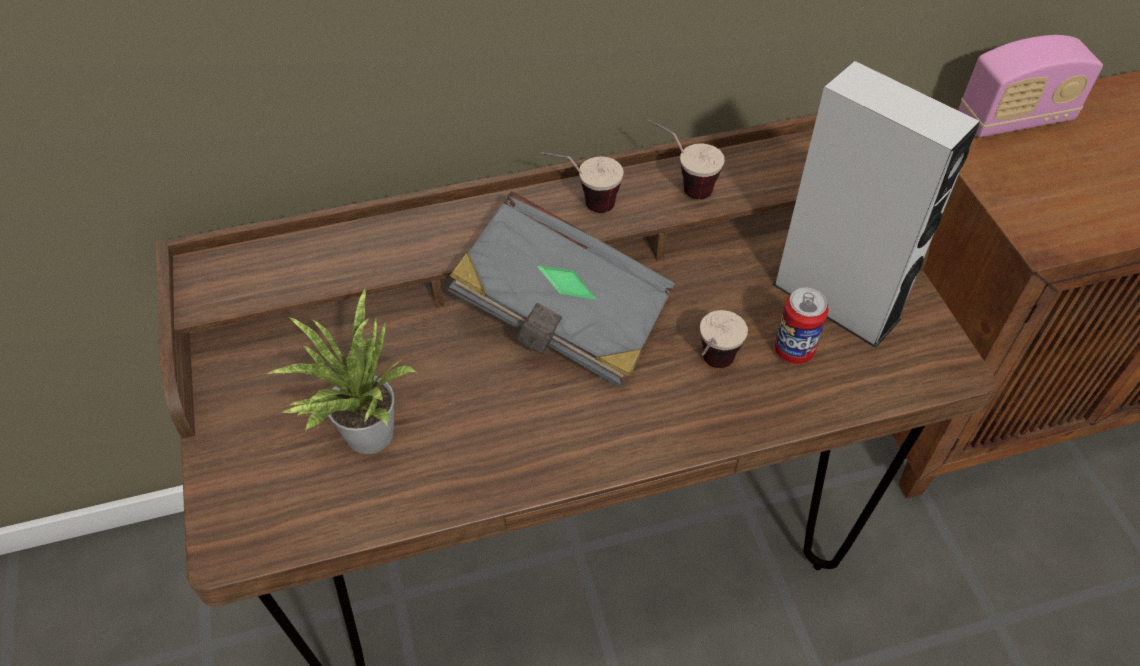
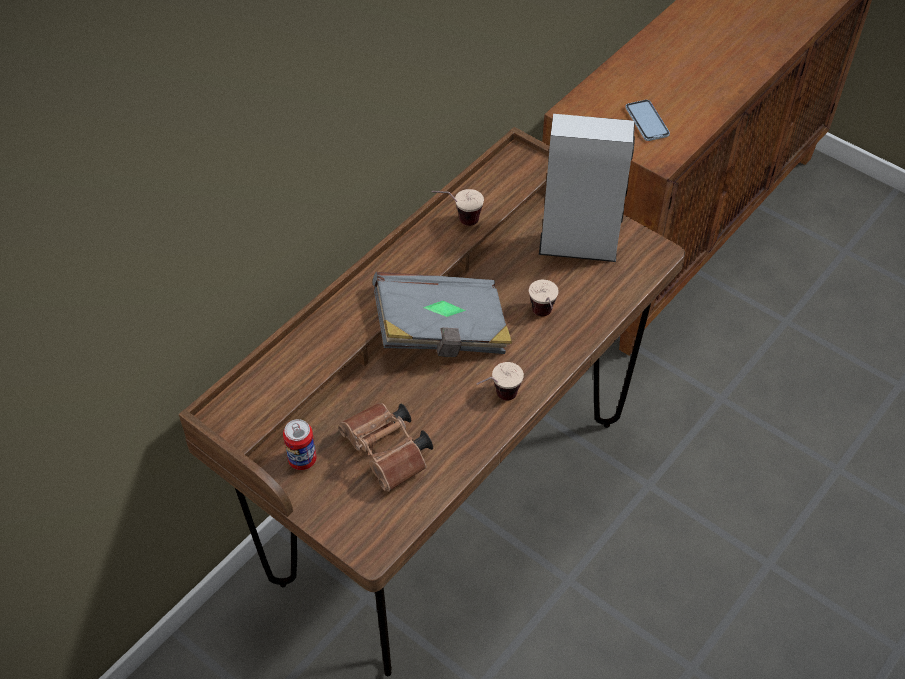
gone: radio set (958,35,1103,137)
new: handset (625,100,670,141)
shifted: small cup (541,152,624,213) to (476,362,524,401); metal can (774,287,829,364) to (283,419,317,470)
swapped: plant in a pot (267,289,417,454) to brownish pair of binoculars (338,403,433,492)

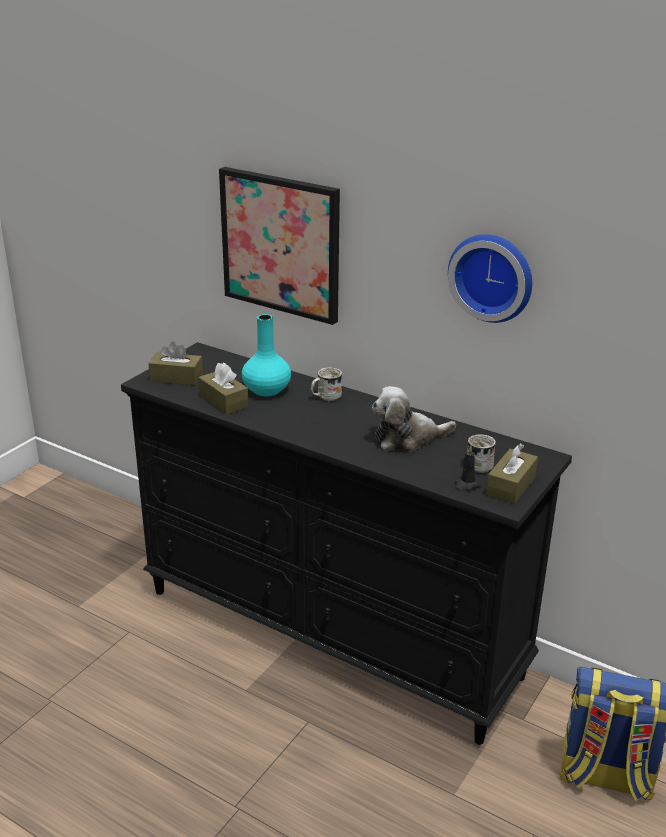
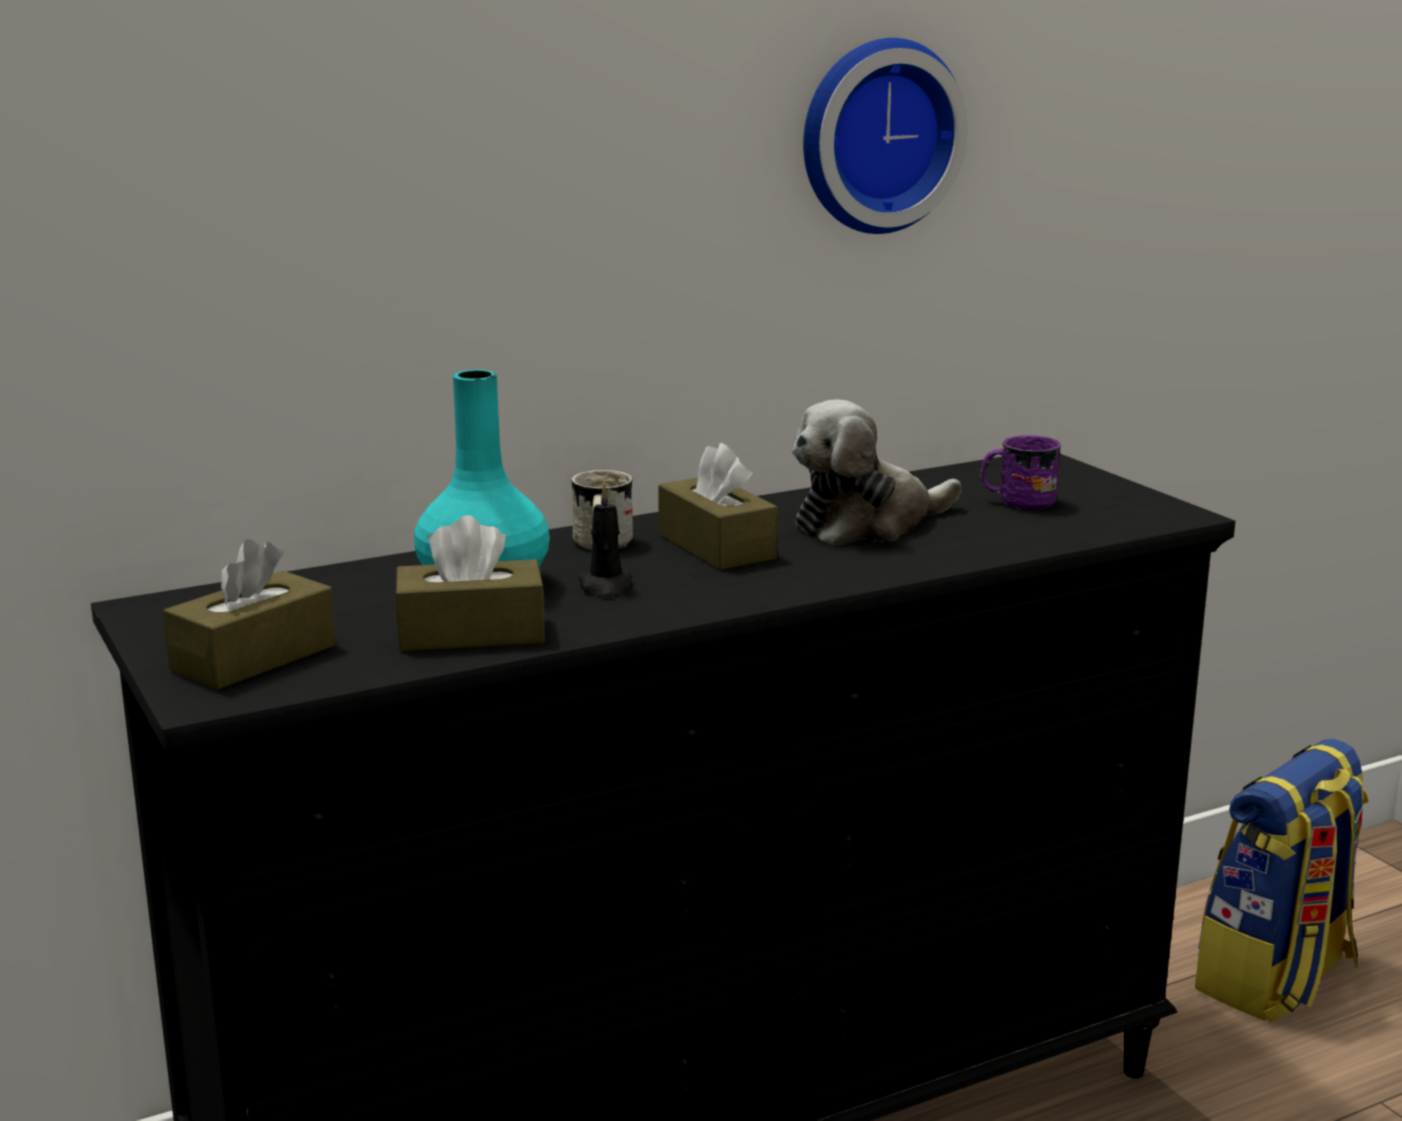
gone: wall art (219,167,340,325)
shifted: brownish tissue holder (486,443,538,504) to (658,443,778,570); black wax light (455,446,481,491) to (578,484,632,599)
repainted: white coffee mug (467,434,496,473) to purplish coffee mug (980,435,1061,510)
rotated: plush toy (372,386,456,452) = (792,399,961,545) 45 degrees clockwise

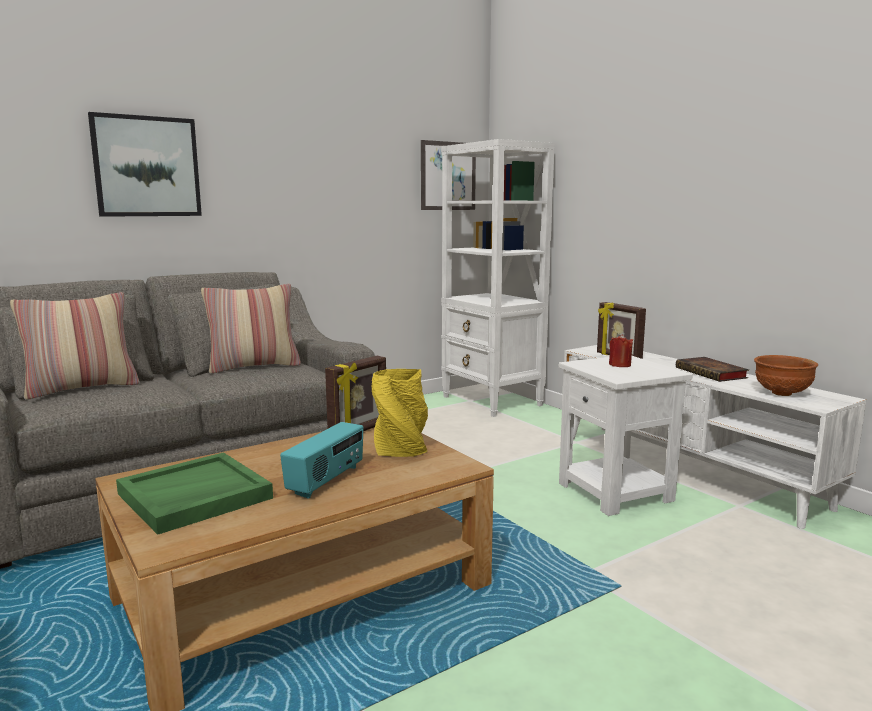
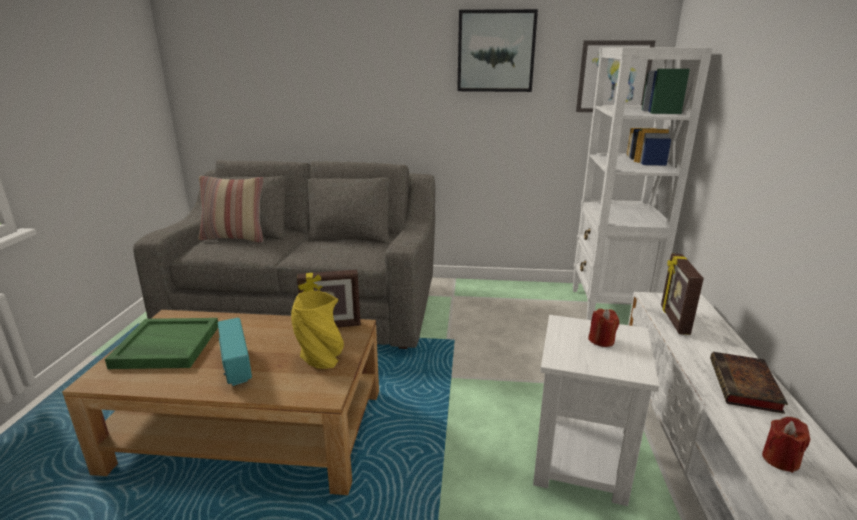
gone: throw pillow (201,284,301,374)
shifted: wall art (88,112,202,217) to (457,9,538,92)
swapped: brownish deep dish (754,355,818,396) to reddish wax light (762,417,810,473)
rotated: radio set (280,422,364,499) = (218,318,252,386) 90 degrees clockwise

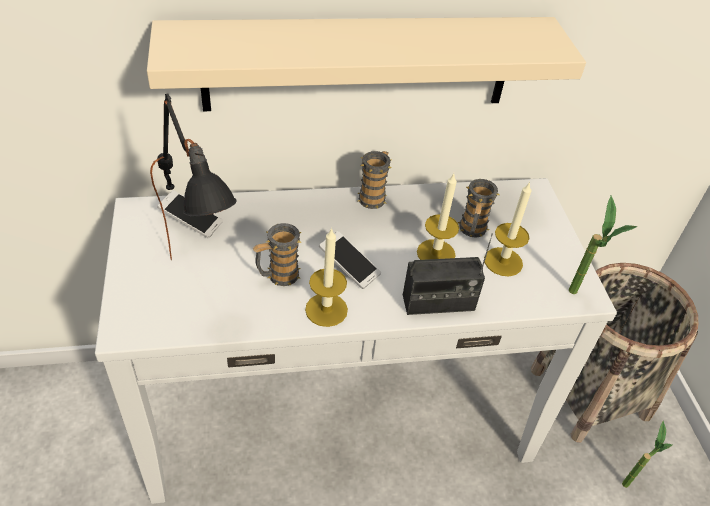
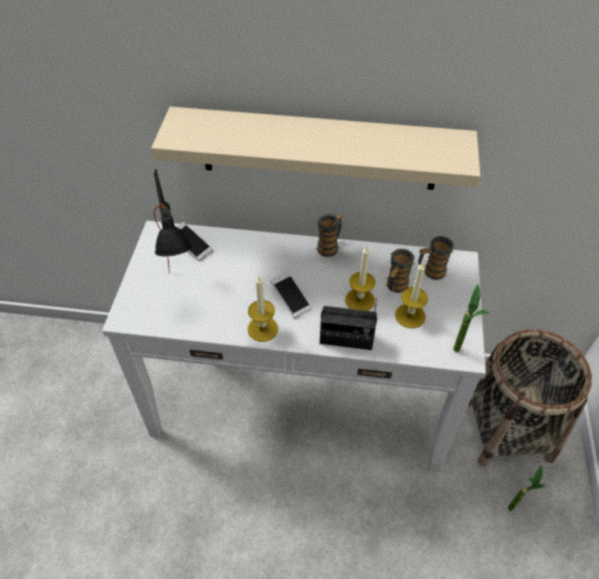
shifted: coffee mug (253,223,302,286) to (418,236,455,280)

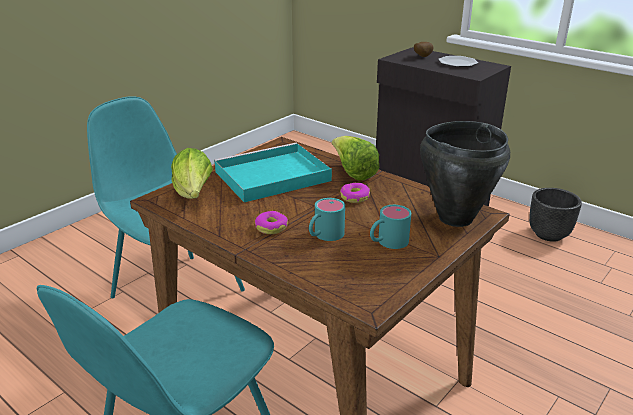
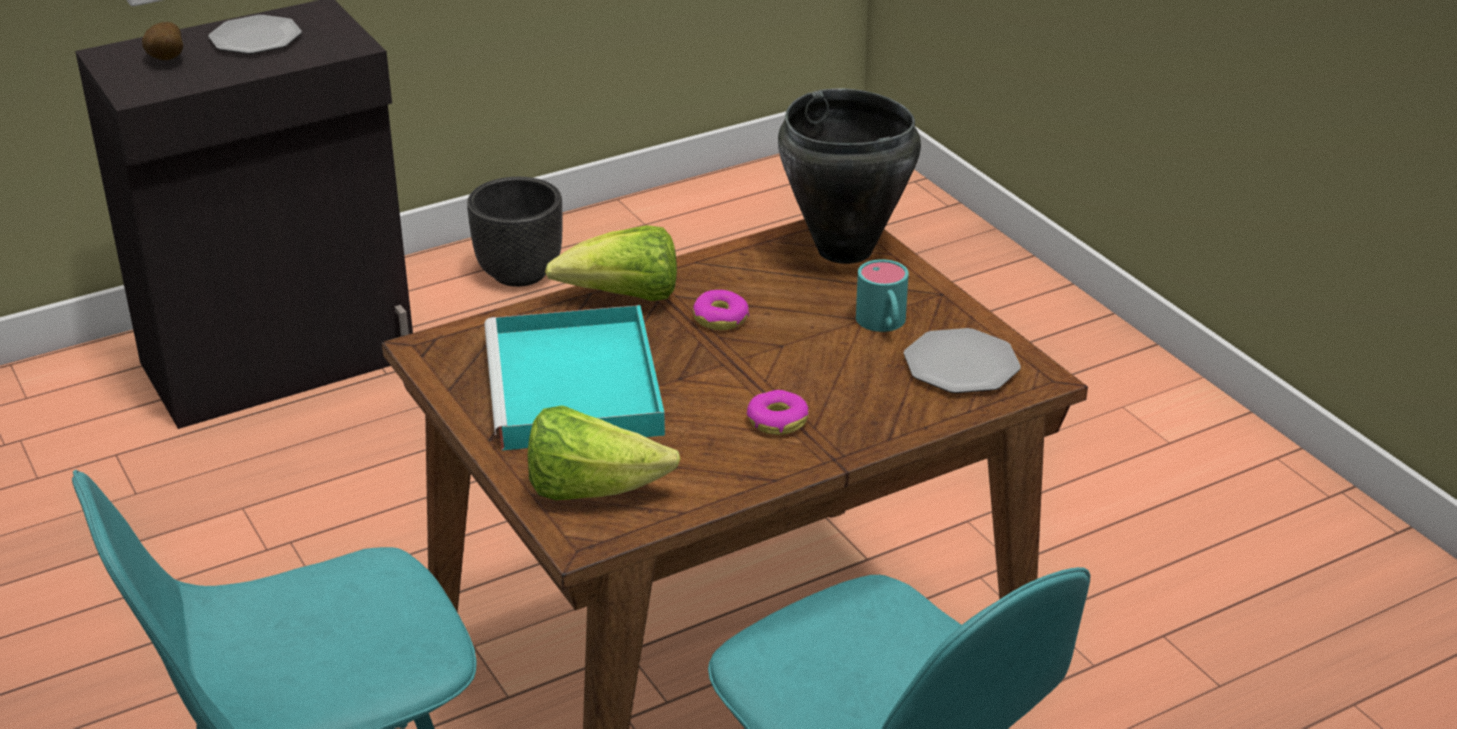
gone: blue-green coffee mug (309,198,345,241)
new: plate (904,328,1021,393)

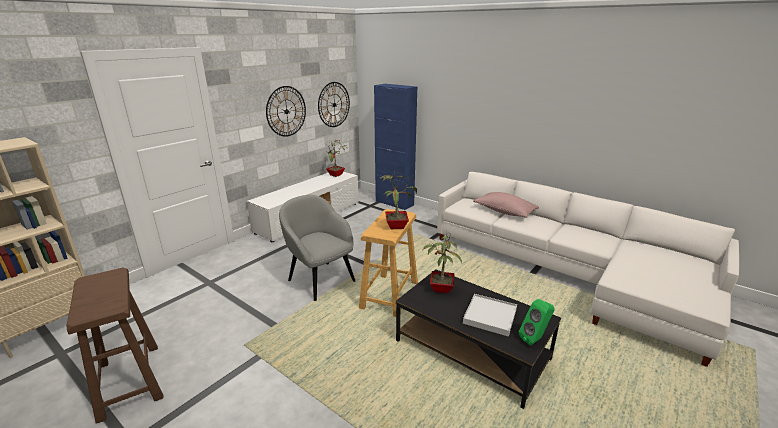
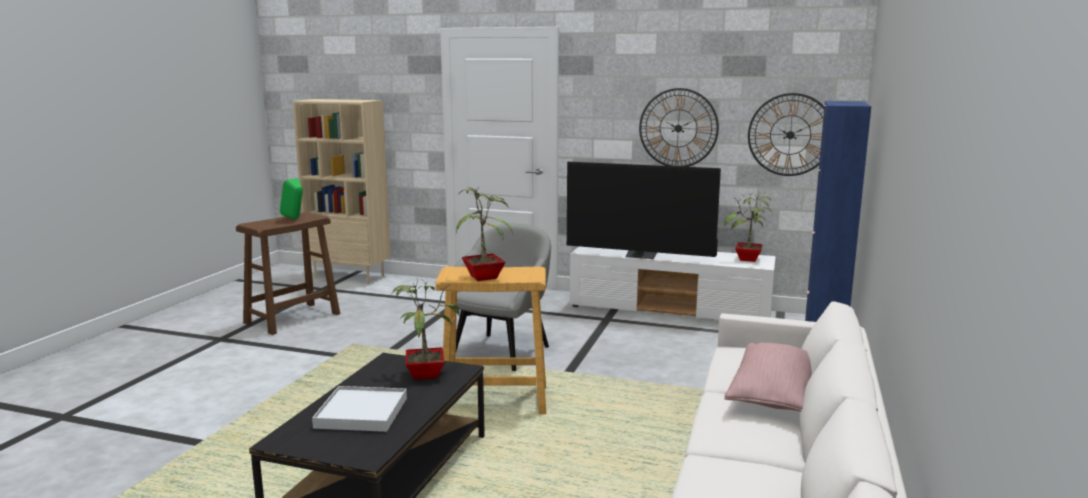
new: TV (567,162,721,259)
shifted: green loudspeaker (519,299,555,346) to (280,178,303,219)

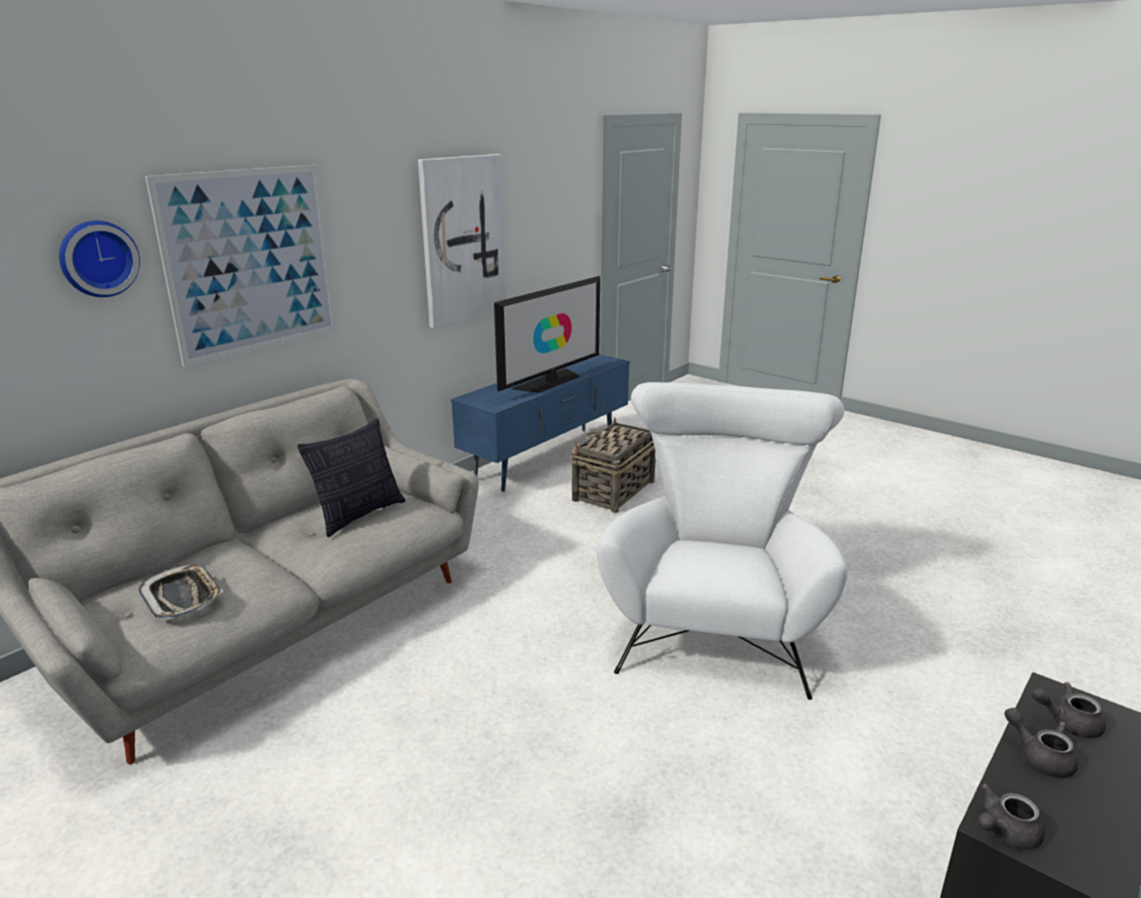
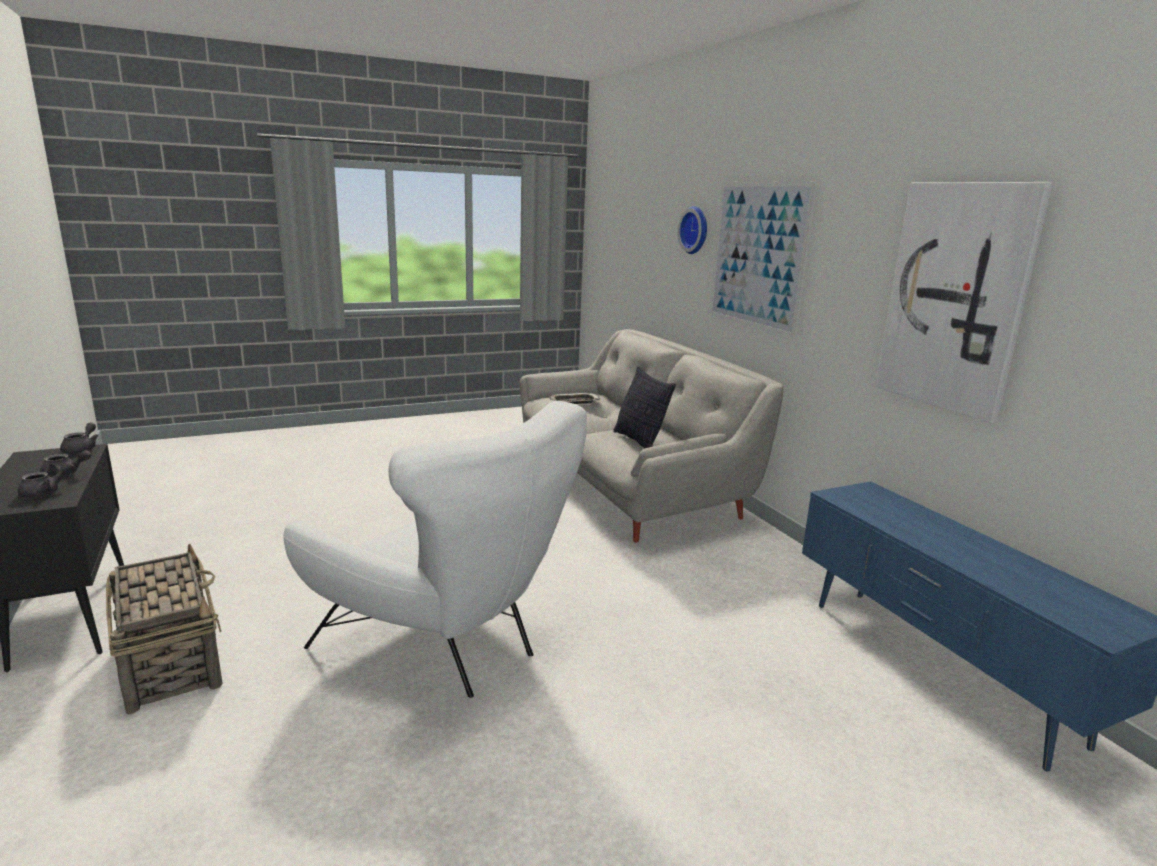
gone: TV (494,276,600,393)
shifted: storage basket (570,417,656,513) to (106,544,223,714)

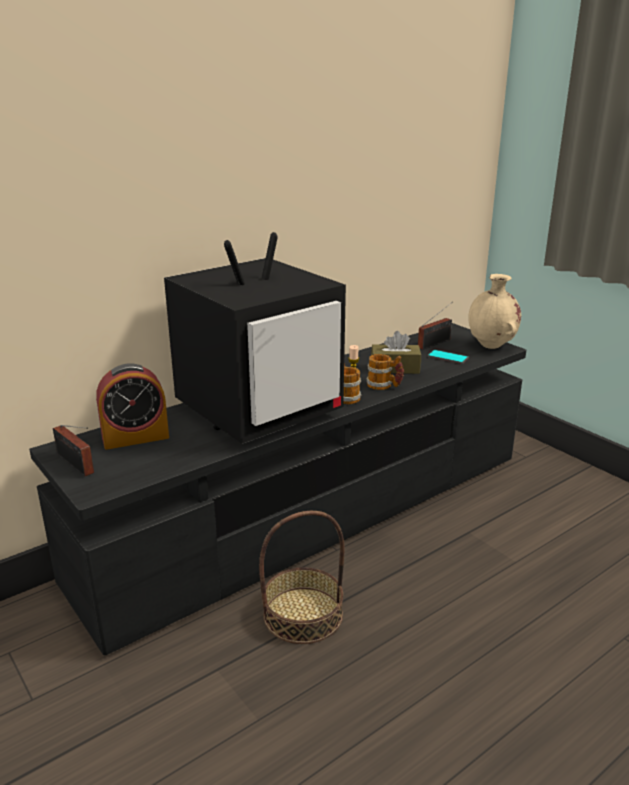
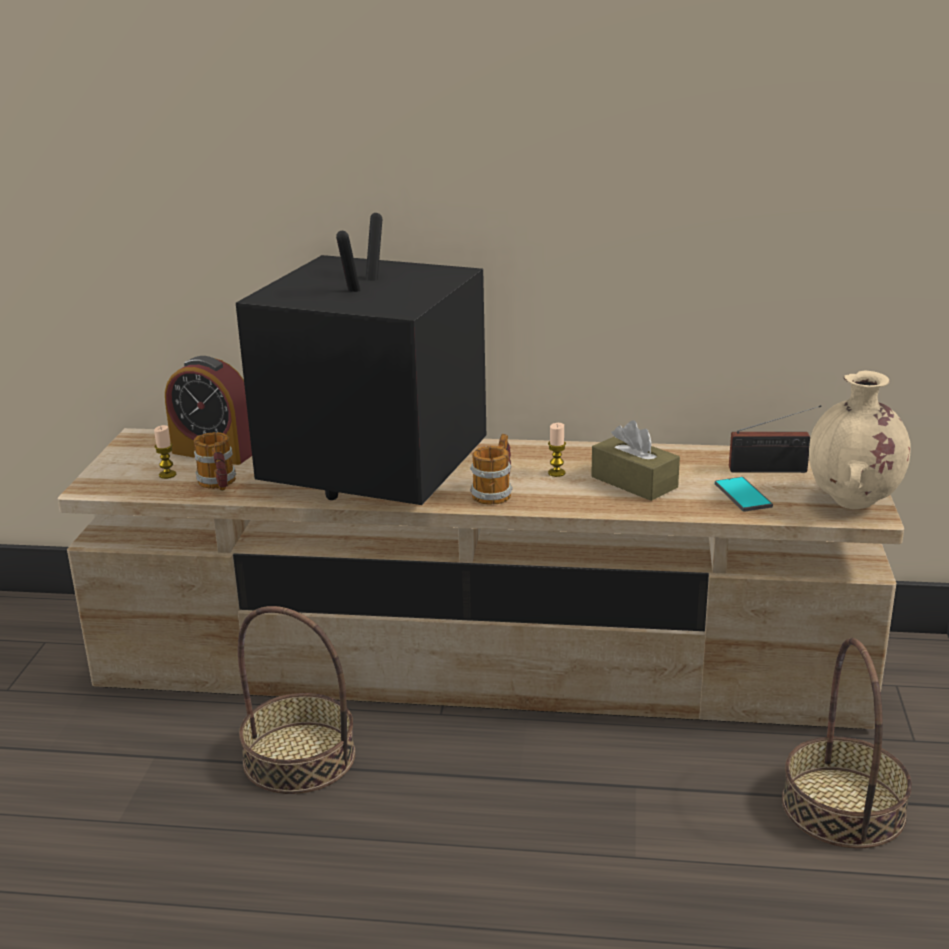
gone: radio set (53,425,94,477)
new: wax light (154,425,176,479); storage basket (782,638,912,848)
shifted: coffee mug (366,354,404,390) to (194,432,236,491)
repainted: black tv stand (29,323,526,655) to beige tv stand (58,428,904,729)
rotated: TV (164,232,346,444) = (236,213,486,505) 105 degrees clockwise

